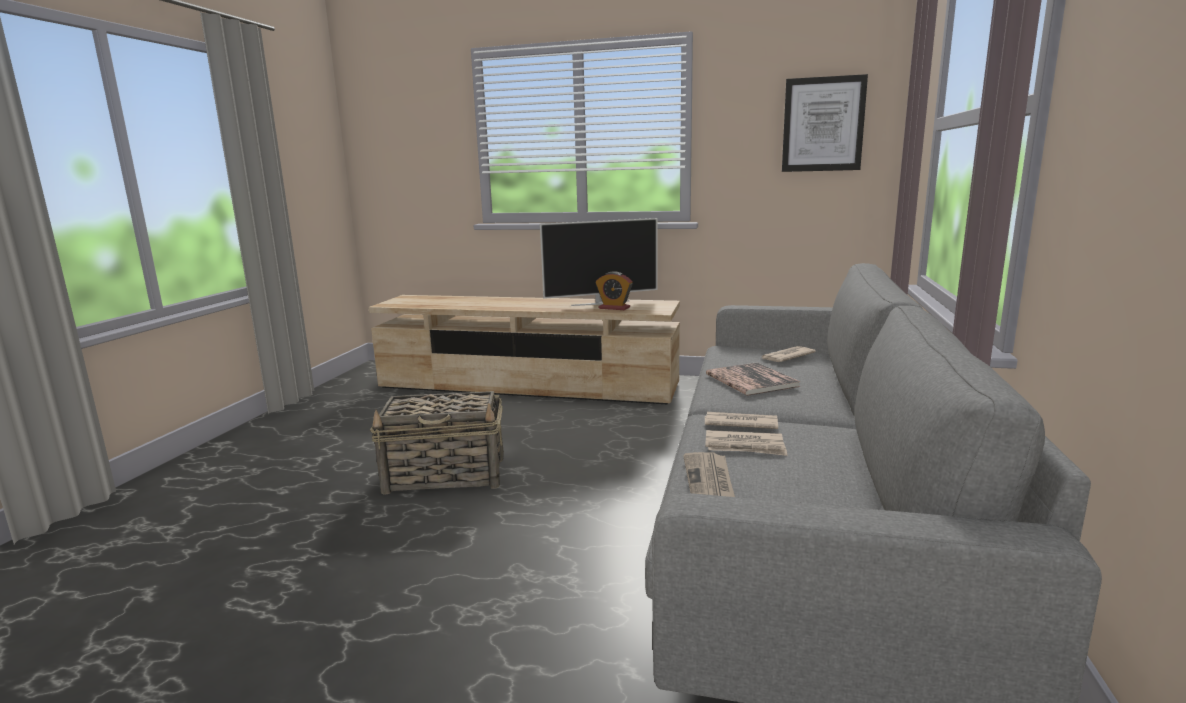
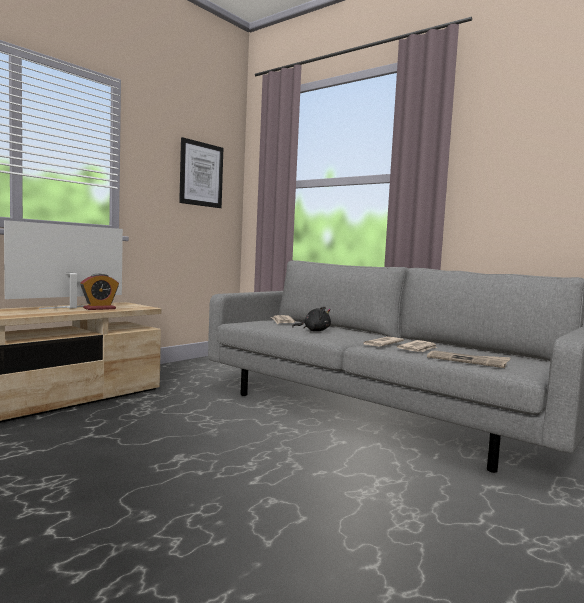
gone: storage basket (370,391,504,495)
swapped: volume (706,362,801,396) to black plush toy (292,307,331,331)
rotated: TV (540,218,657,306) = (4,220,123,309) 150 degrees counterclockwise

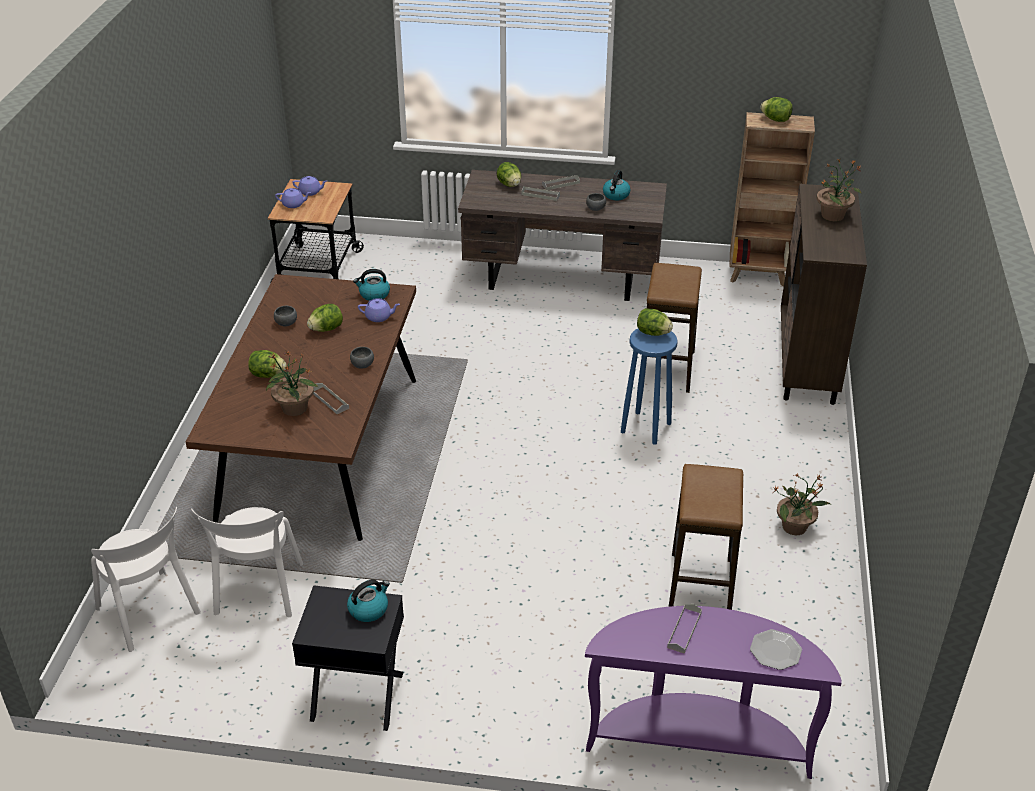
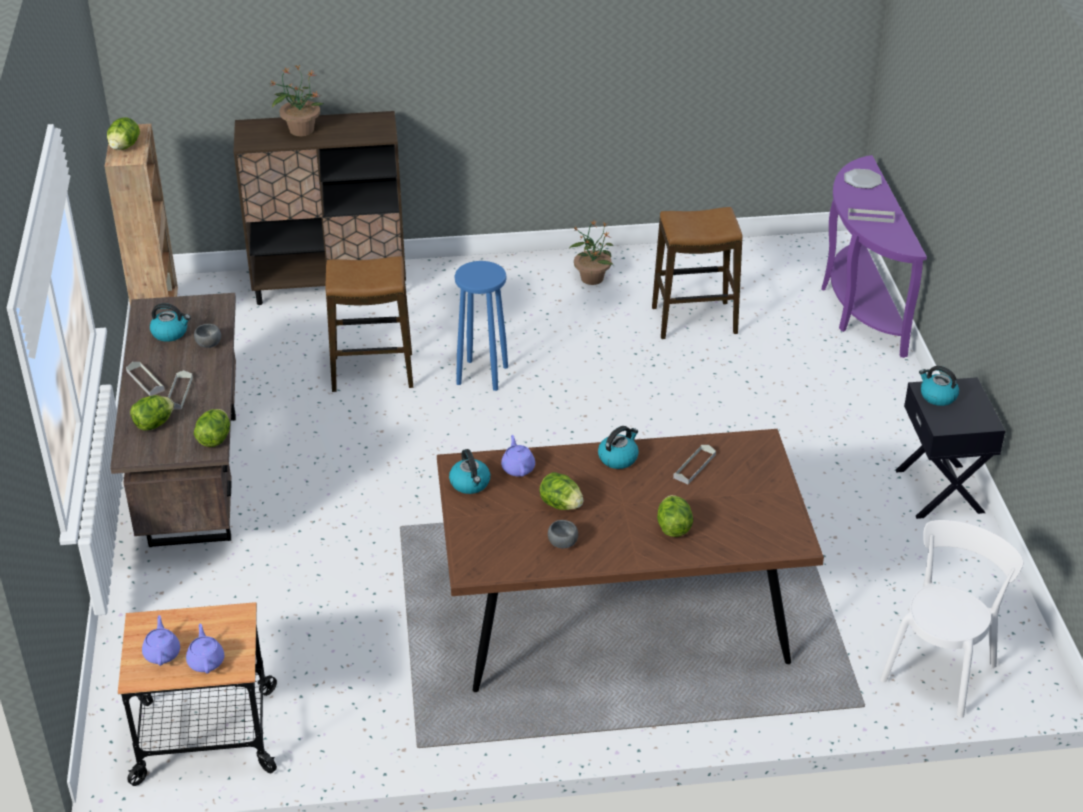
gone: plant in a pot (266,351,318,416); white chair (191,507,303,617)
shifted: head of lettuce (637,308,673,336) to (194,409,230,447)
swapped: grey deep dish (350,347,374,369) to kettle (598,426,639,469)

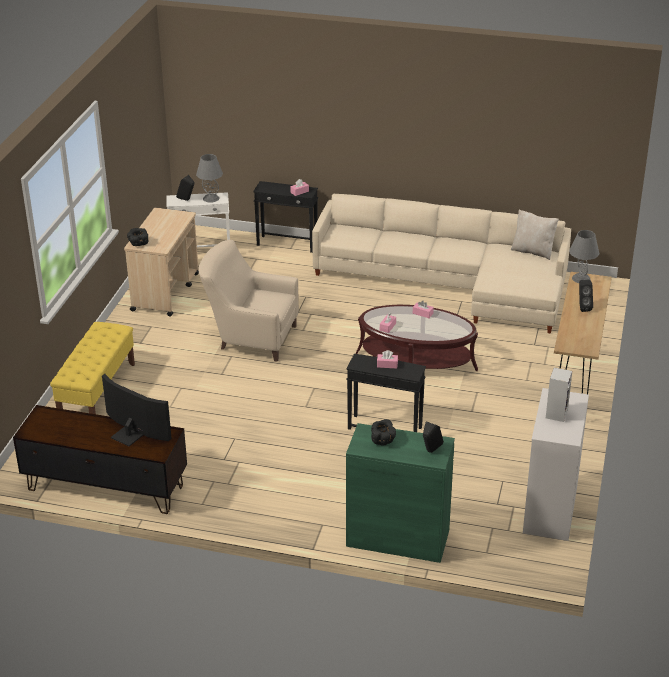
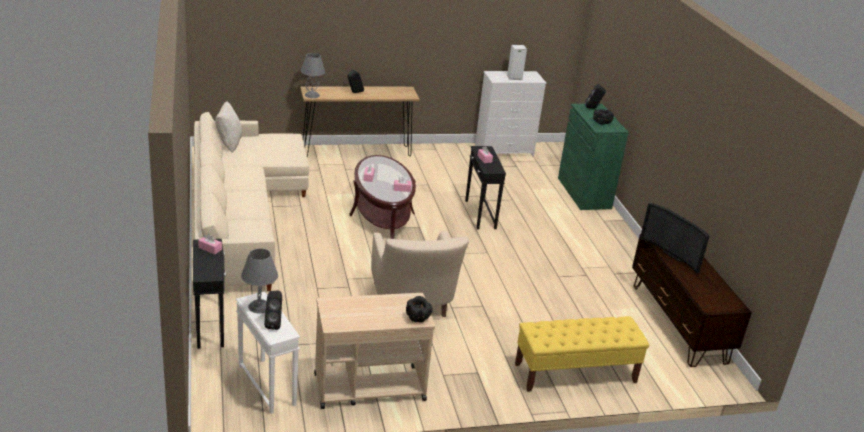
rotated: TV (102,374,172,446) = (640,203,709,273) 45 degrees counterclockwise

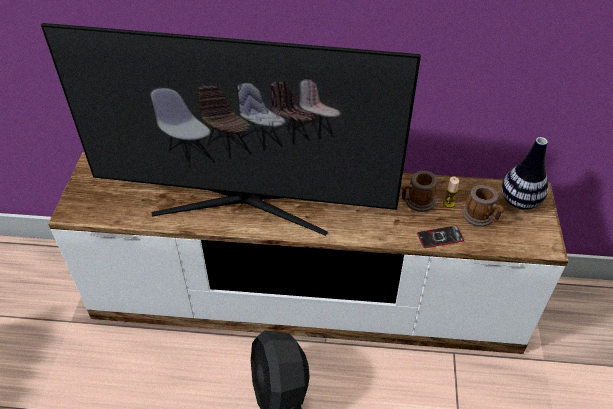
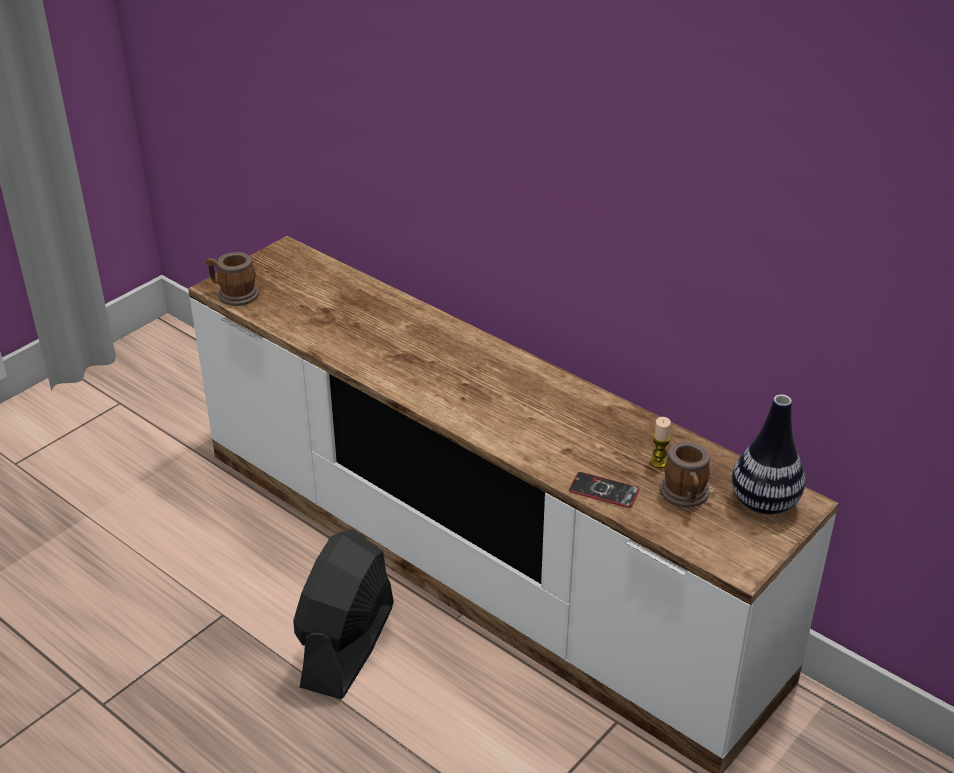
gone: TV (41,23,421,236)
shifted: coffee mug (401,171,437,212) to (206,252,259,306)

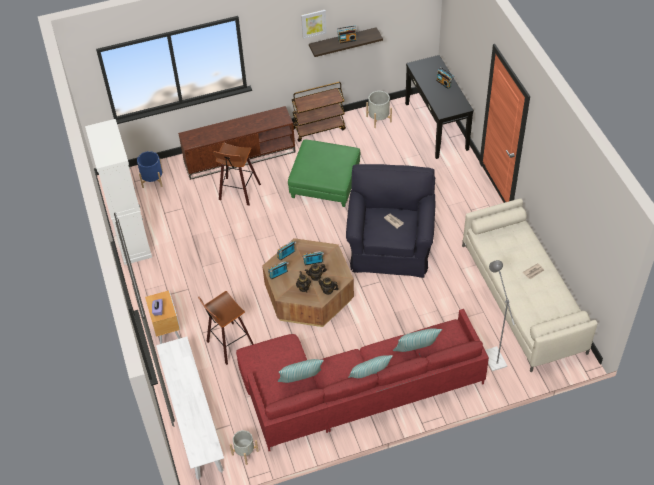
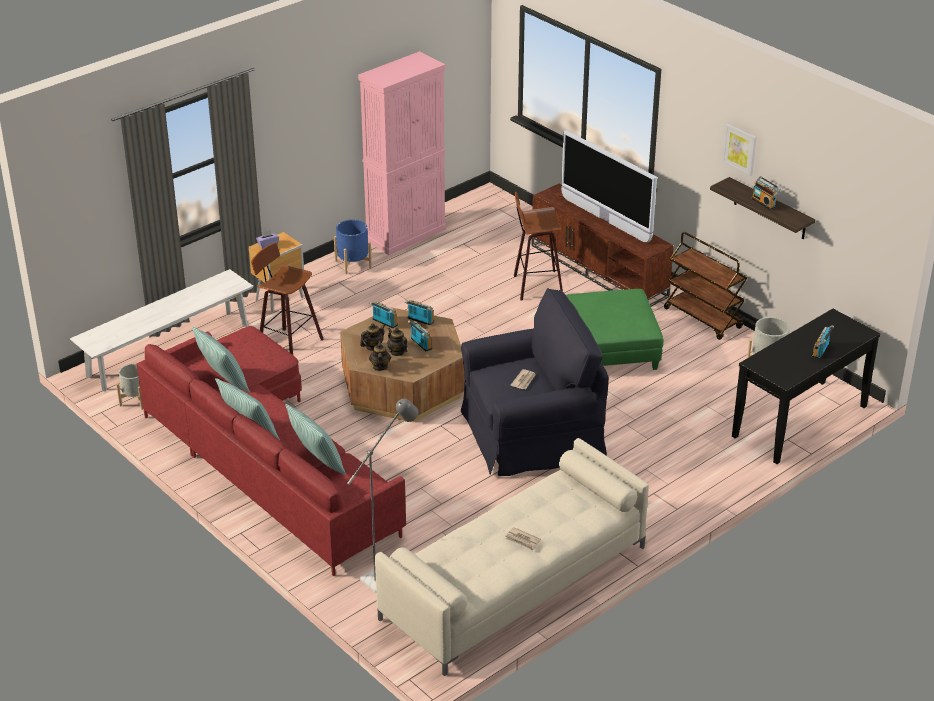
new: TV (561,130,657,242)
shifted: blue flower pot (137,151,163,188) to (334,219,372,274)
repainted: white cabinet (85,119,152,265) to pink cabinet (358,51,446,255)

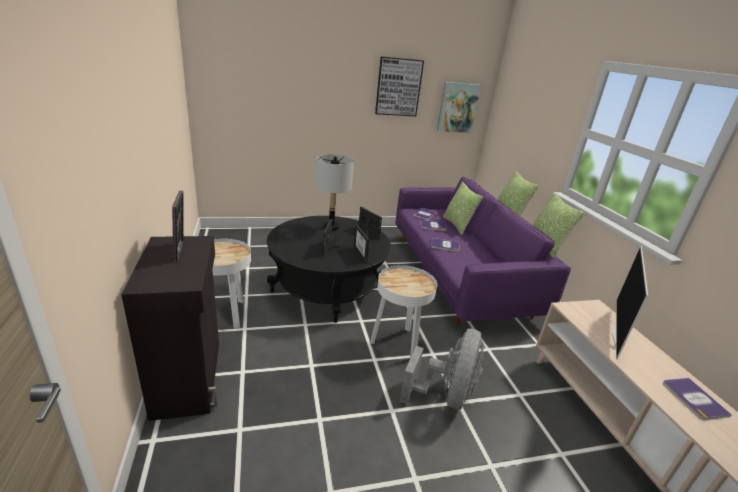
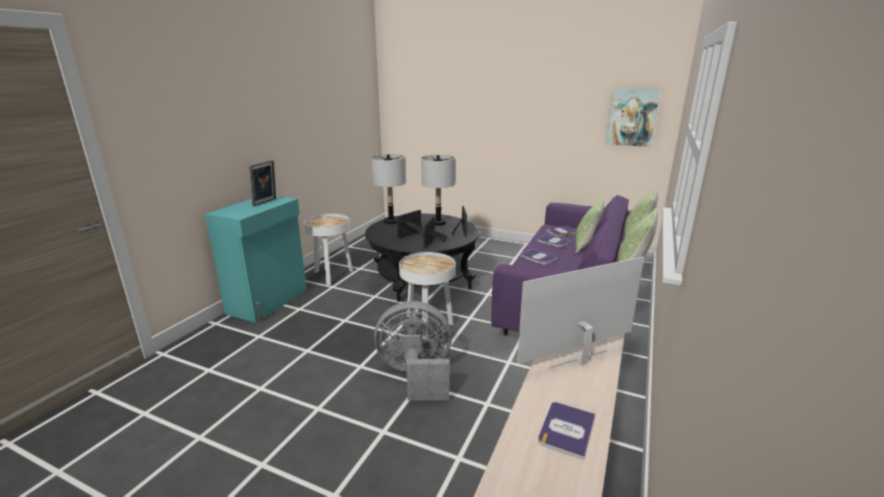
gone: wall art (375,57,424,116)
new: grey table lamp (371,154,406,224)
repainted: black cabinet (121,236,219,421) to blue-green cabinet (205,196,307,323)
rotated: grey electric fan (400,329,484,410) = (374,301,452,400) 150 degrees counterclockwise

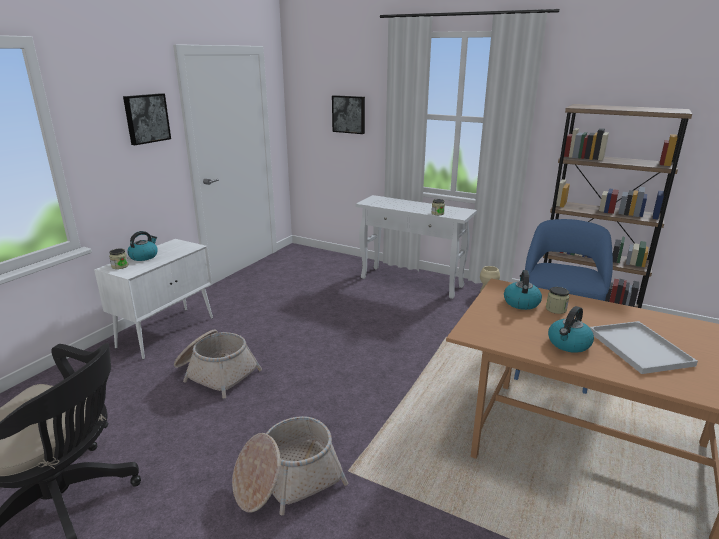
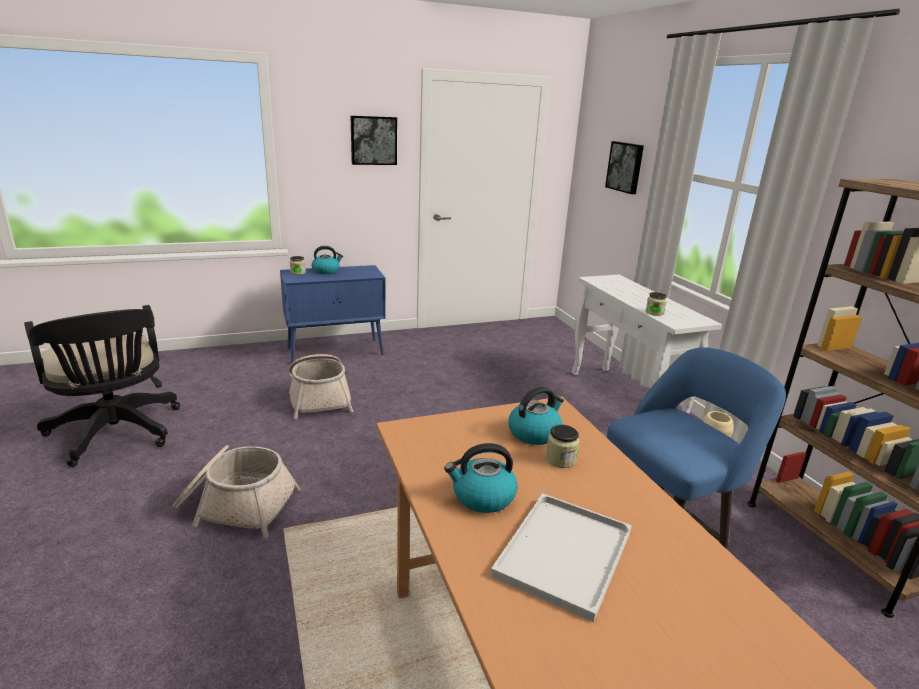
repainted: white cabinet (94,239,213,359) to blue cabinet (280,265,386,363)

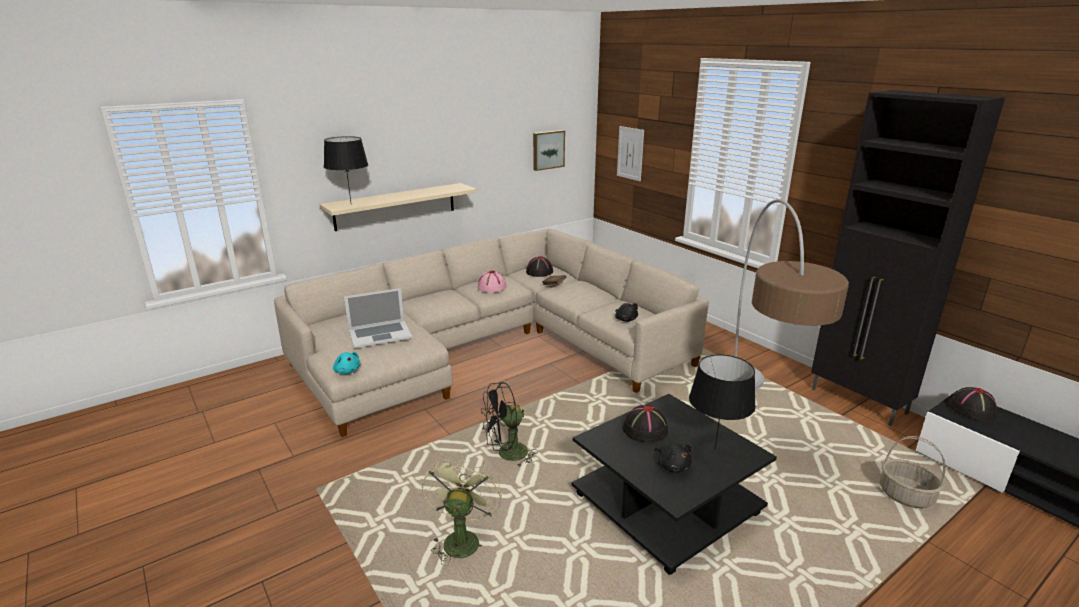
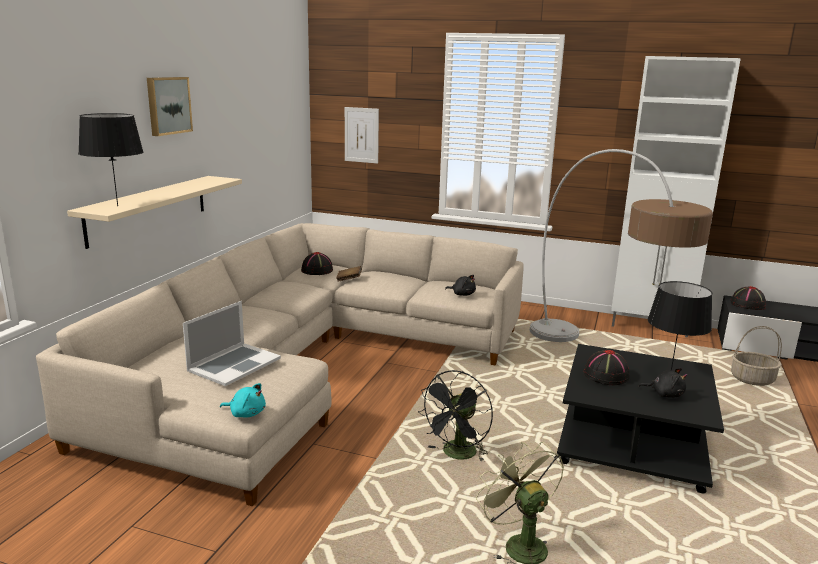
gone: pink wearable hat (477,270,507,293)
shifted: wall art (533,130,565,171) to (147,77,193,136)
repainted: black cabinet (811,90,1005,426) to white cabinet (611,56,741,337)

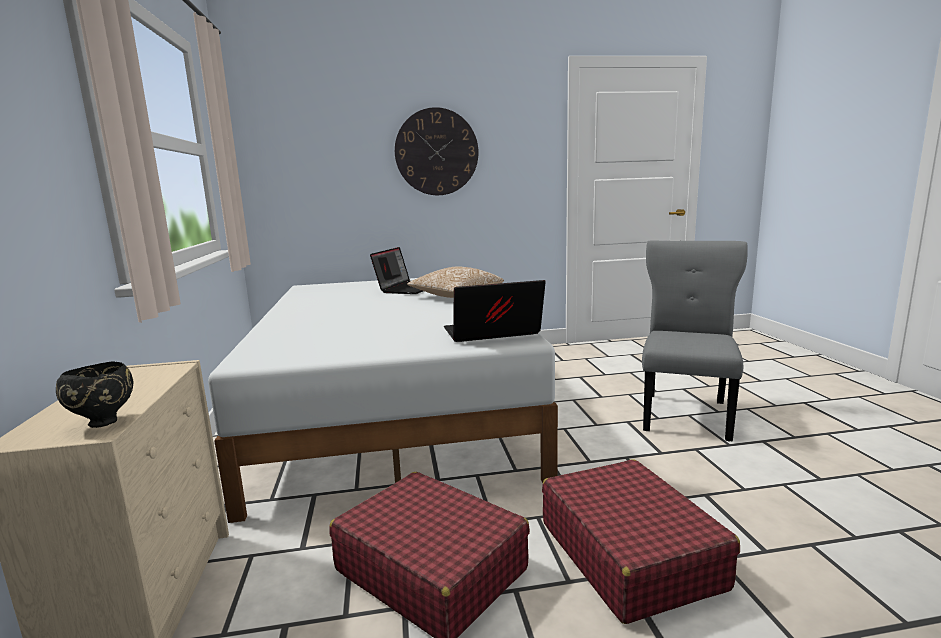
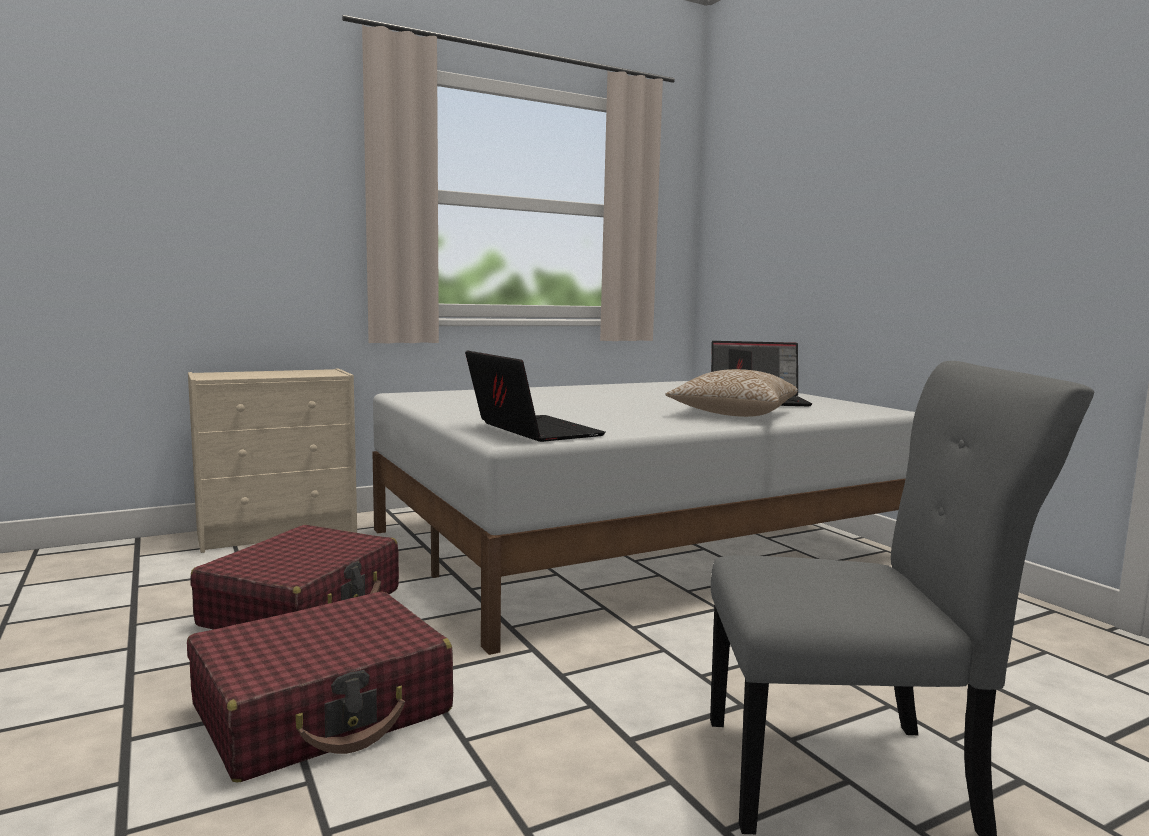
gone: hanging clock (395,107,479,195); black deep dish (56,361,133,428)

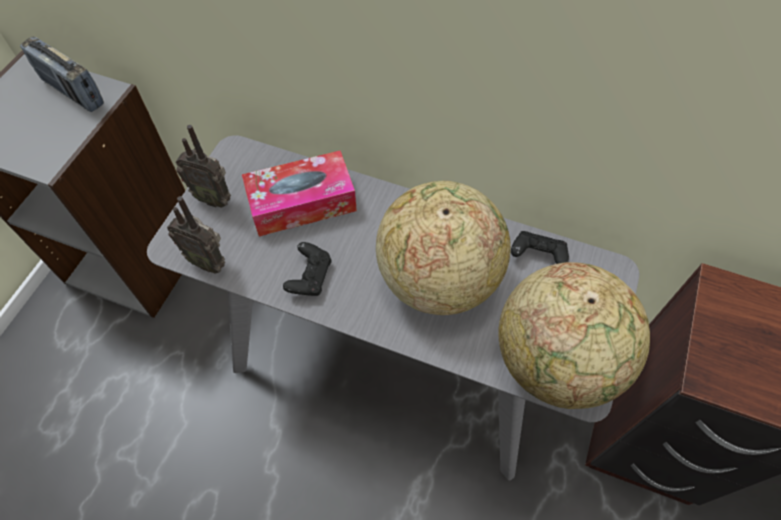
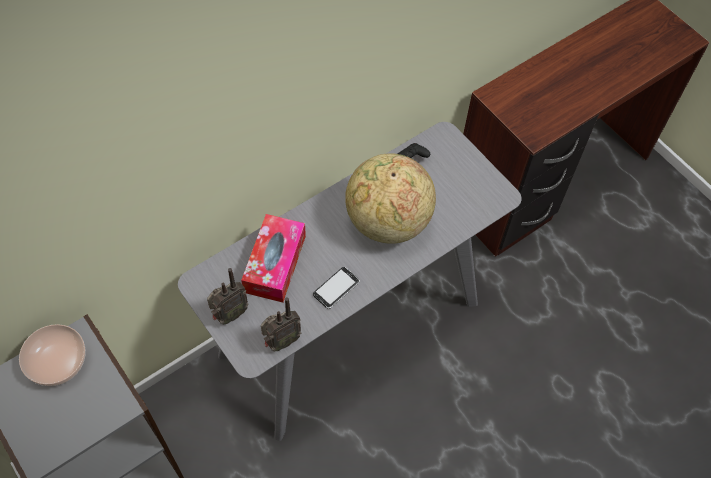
gone: desk globe (498,262,650,409)
swapped: radio set (20,36,104,112) to deep dish (19,324,86,386); black game controller (283,242,332,296) to handset (313,267,360,309)

